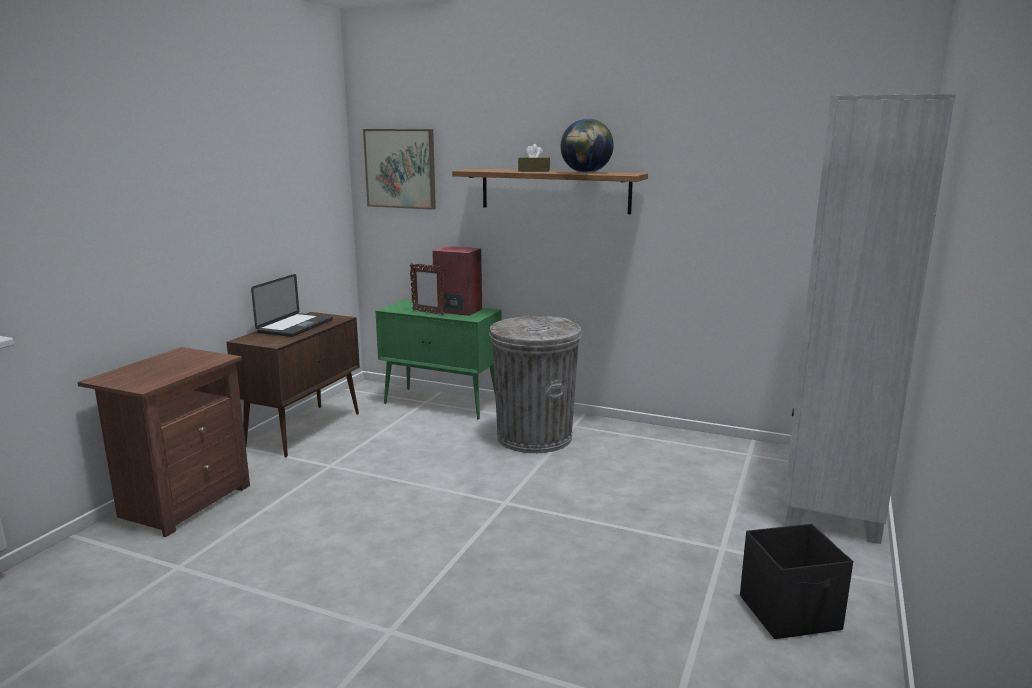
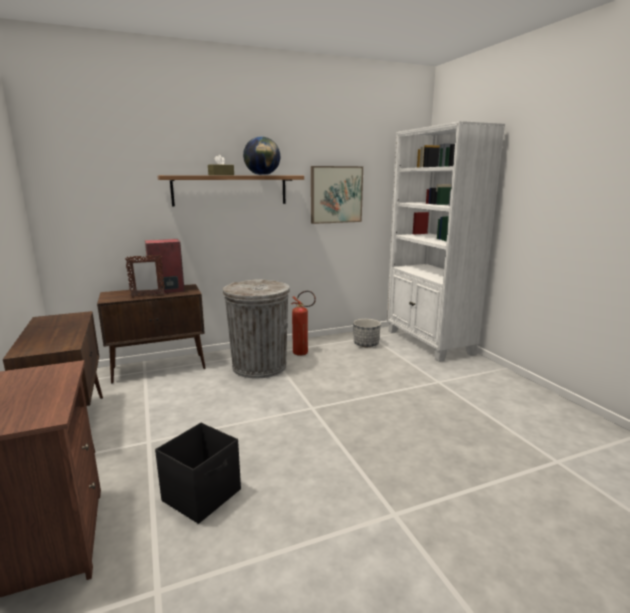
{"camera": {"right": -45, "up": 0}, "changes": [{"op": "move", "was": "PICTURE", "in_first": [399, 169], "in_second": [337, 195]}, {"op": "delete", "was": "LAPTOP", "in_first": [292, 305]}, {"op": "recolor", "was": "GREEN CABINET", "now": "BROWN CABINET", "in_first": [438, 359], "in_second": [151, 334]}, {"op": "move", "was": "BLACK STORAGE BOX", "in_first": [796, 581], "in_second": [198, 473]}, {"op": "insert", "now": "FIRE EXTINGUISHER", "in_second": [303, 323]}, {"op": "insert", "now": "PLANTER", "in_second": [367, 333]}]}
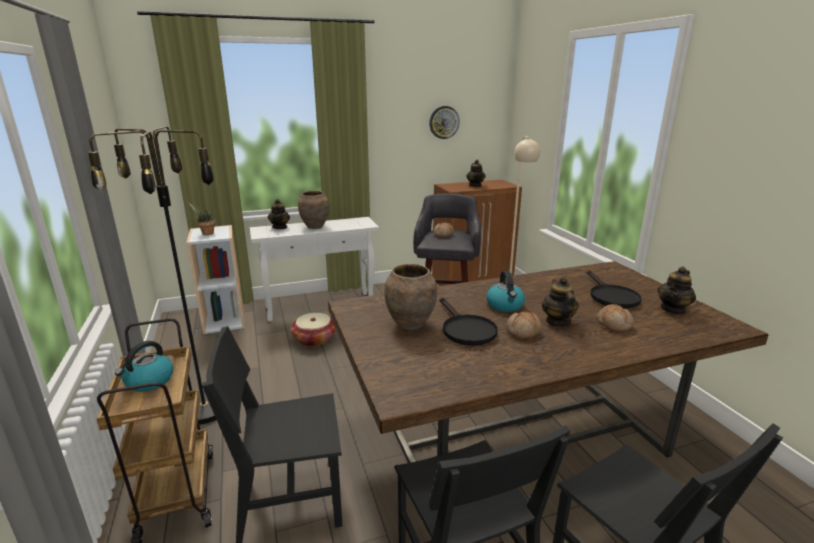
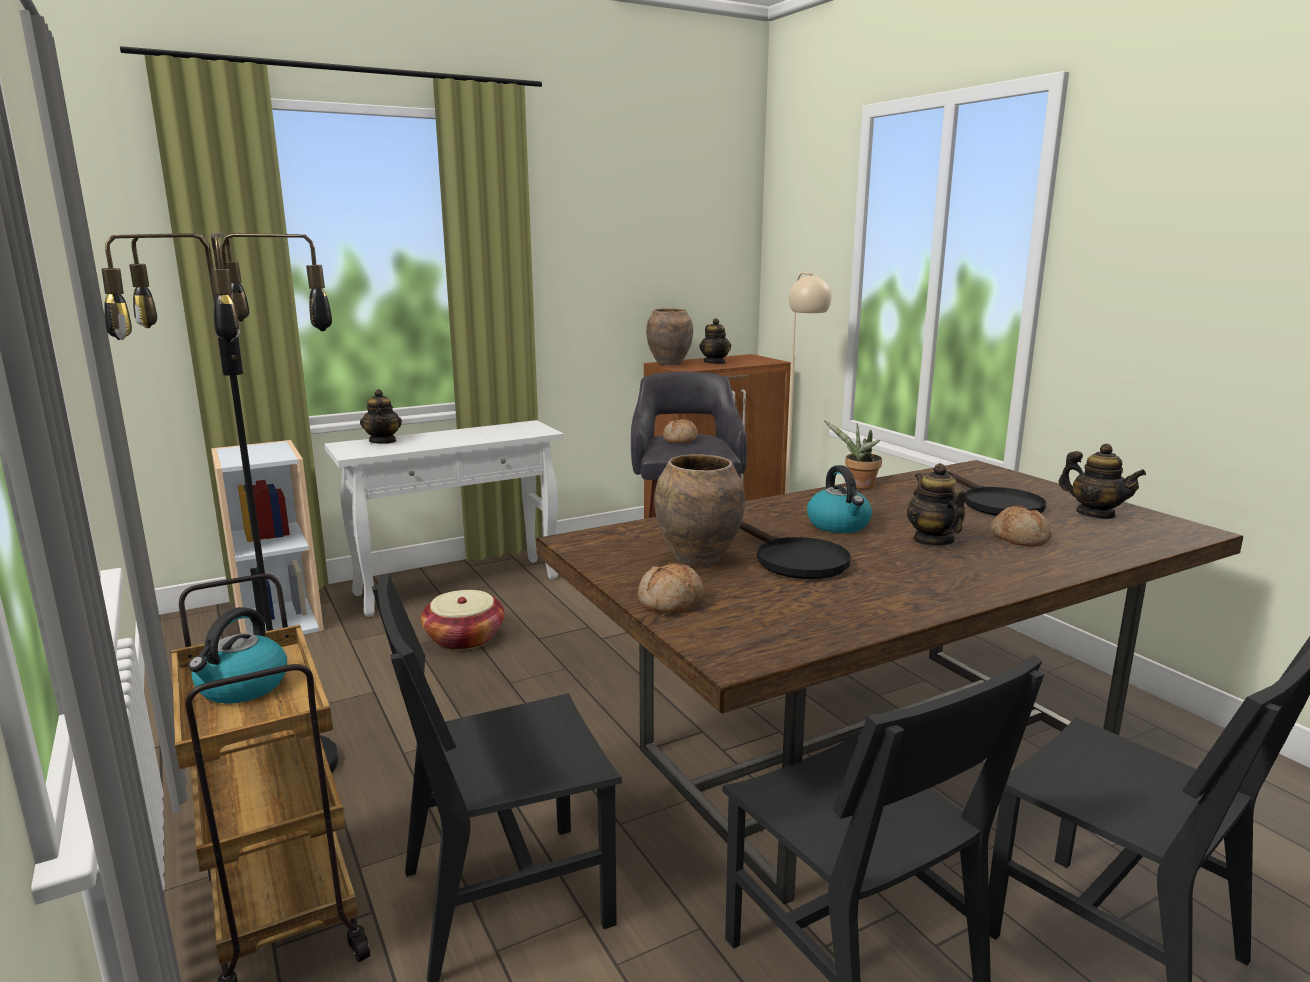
{"camera": {"right": -10, "up": -5}, "changes": [{"op": "delete", "was": "WALL CLOCK", "in_first": [444, 122]}, {"op": "move", "was": "BROWN VASE", "in_first": [313, 210], "in_second": [669, 336]}, {"op": "move", "was": "POTTED PLANT", "in_first": [201, 218], "in_second": [853, 455]}, {"op": "rotate", "was": "TEAPOT", "in_first": [677, 290], "in_second": [1102, 481], "clockwise": -75}, {"op": "move", "was": "BREAD", "in_first": [524, 325], "in_second": [671, 588]}]}
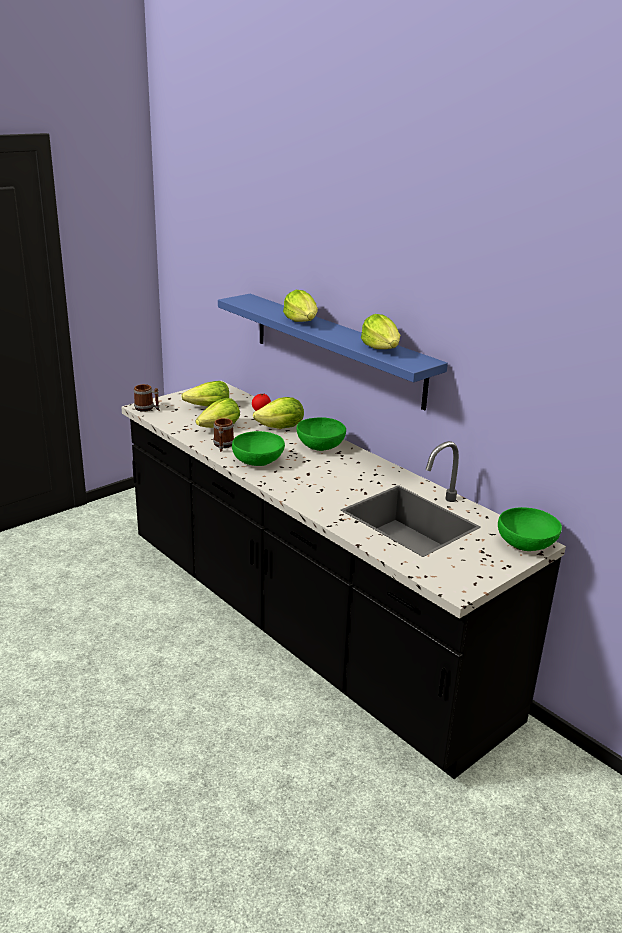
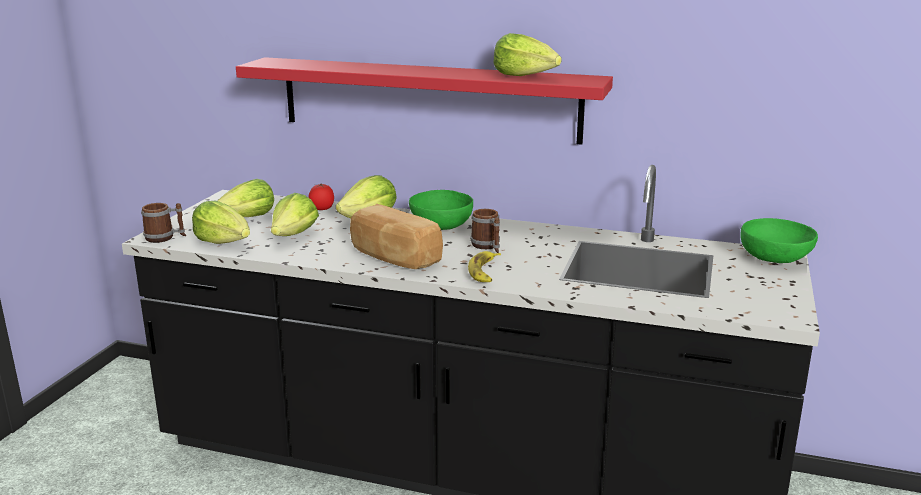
{"camera": {"right": -30, "up": -5}, "changes": [{"op": "move", "was": "LETTUCE", "in_first": [300, 306], "in_second": [221, 222]}, {"op": "recolor", "was": "BLUE SHELF", "now": "RED SHELF", "in_first": [333, 352], "in_second": [424, 101]}, {"op": "move", "was": "MUG", "in_first": [223, 435], "in_second": [485, 231]}, {"op": "replace", "was": "GREEN BOWL", "now": "BREAD", "in_first": [258, 448], "in_second": [396, 236]}, {"op": "insert", "now": "BANANA", "in_second": [484, 266]}]}
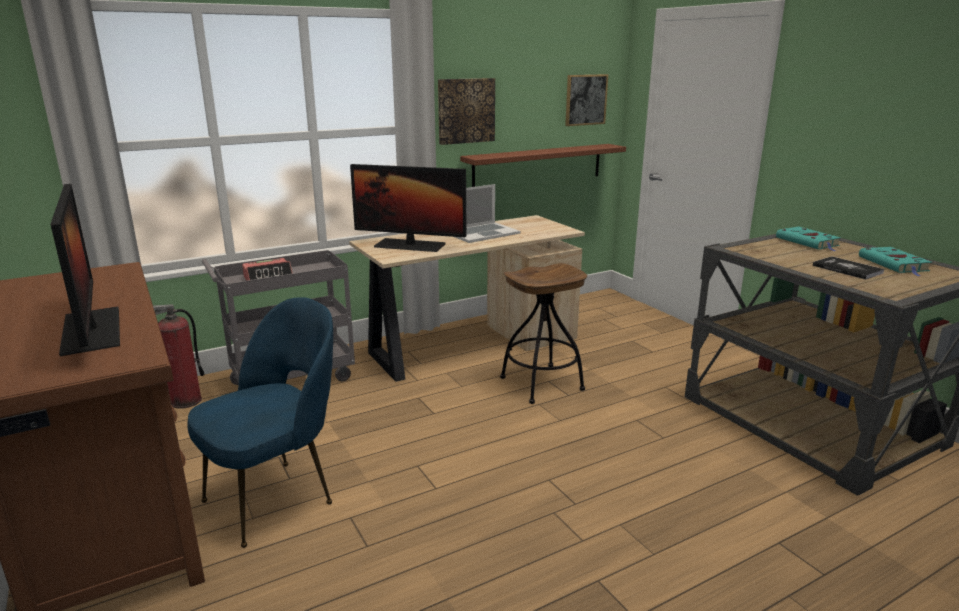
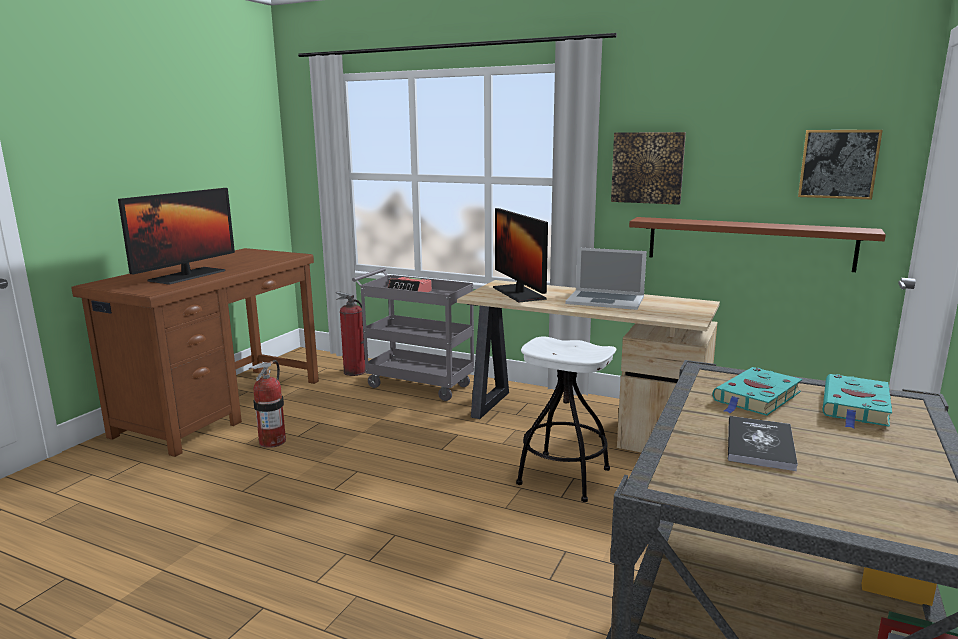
{"camera": {"right": 55, "up": -5}, "changes": [{"op": "move", "was": "TURQUOISE BOOK", "in_first": [895, 261], "in_second": [757, 391]}, {"op": "recolor", "was": "BROWN STOOL", "now": "WHITE STOOL", "in_first": [543, 333], "in_second": [566, 419]}, {"op": "replace", "was": "BLUE CHAIR", "now": "FIRE EXTINGUISHER", "in_first": [260, 422], "in_second": [267, 404]}]}
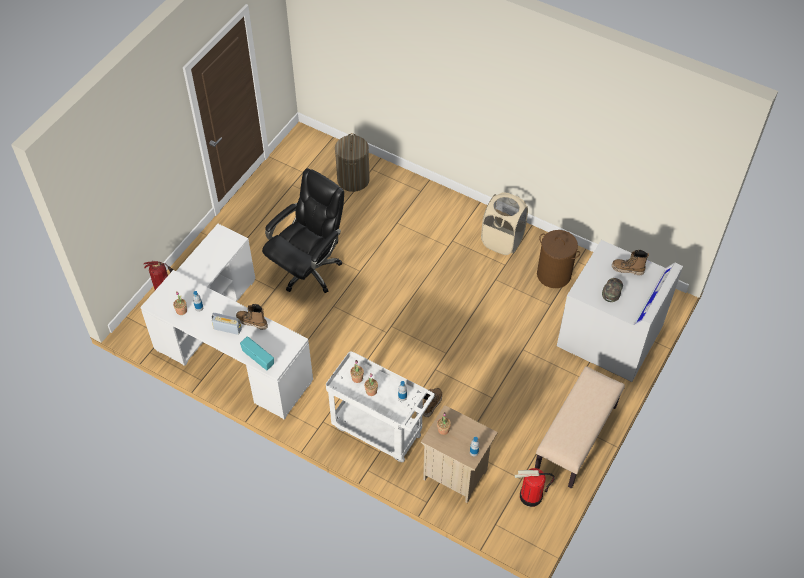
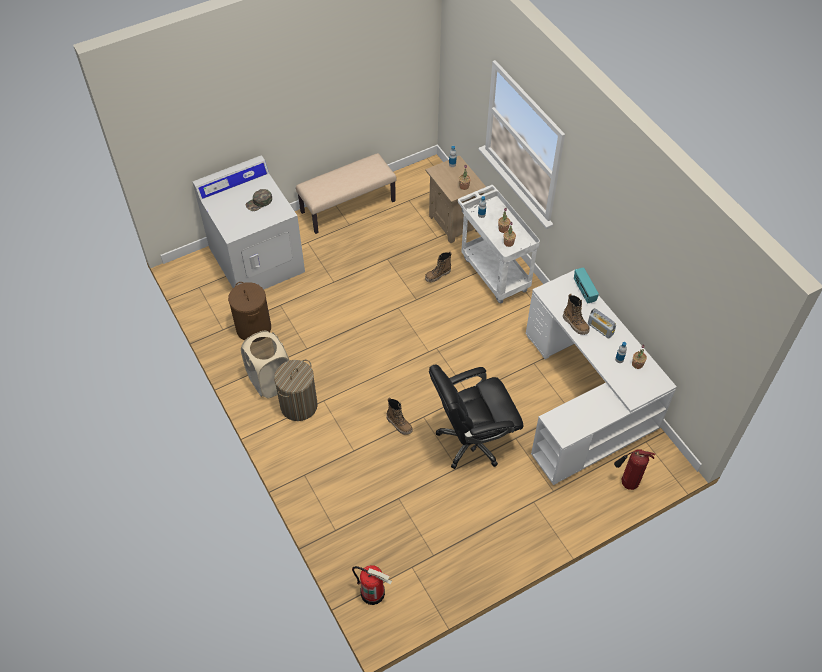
{"camera": {"right": -150, "up": 0}, "changes": [{"op": "move", "was": "LAUNDRY BASKET", "in_first": [352, 162], "in_second": [296, 390]}, {"op": "move", "was": "BOOT", "in_first": [630, 262], "in_second": [399, 416]}, {"op": "move", "was": "FIRE EXTINGUISHER", "in_first": [535, 487], "in_second": [372, 585]}]}
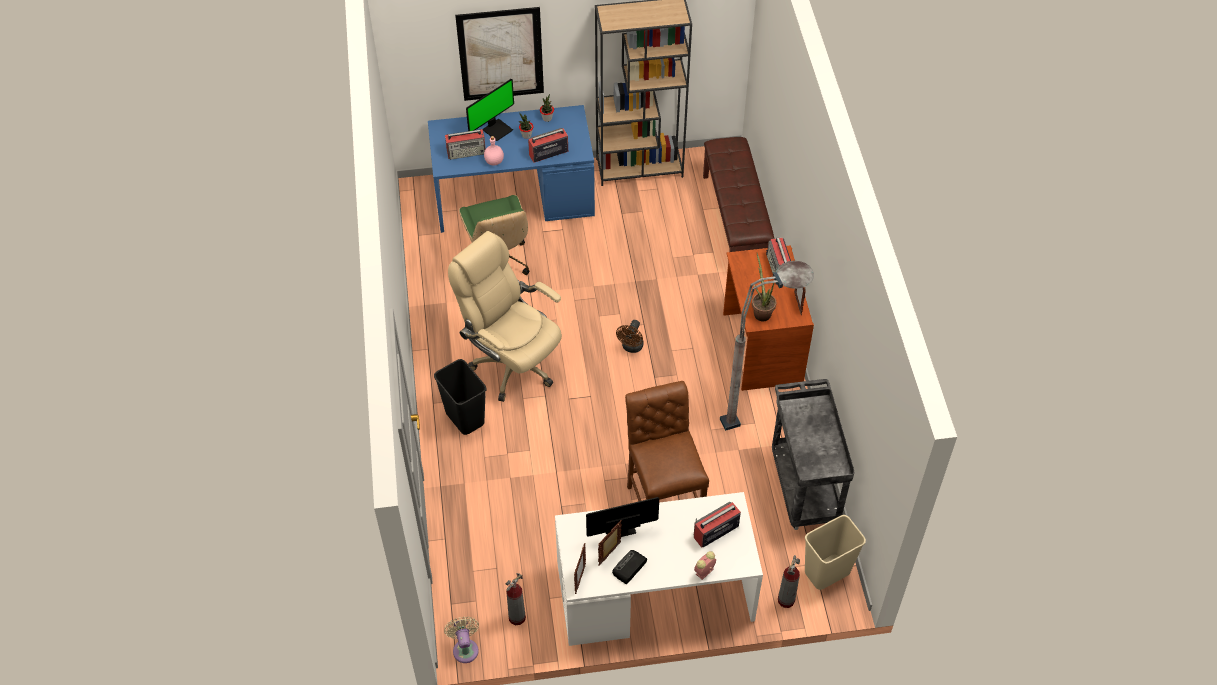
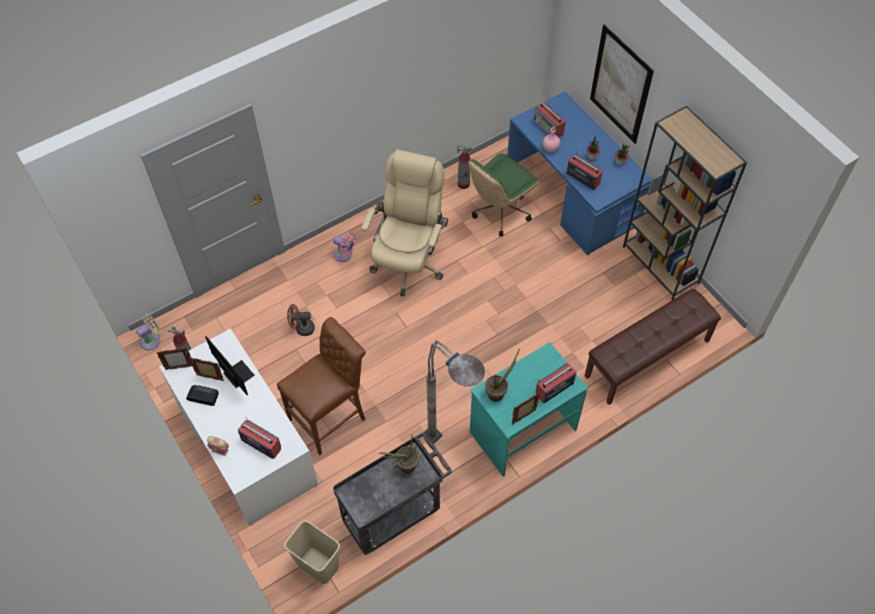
{"camera": {"right": 65, "up": 5}, "changes": [{"op": "delete", "was": "MONITOR", "in_first": [490, 110]}, {"op": "recolor", "was": "BROWN DESK", "now": "TURQUOISE DESK", "in_first": [768, 318], "in_second": [529, 409]}, {"op": "move", "was": "BROWN FAN", "in_first": [630, 336], "in_second": [301, 320]}, {"op": "replace", "was": "BLACK TRASH CAN", "now": "PINK FAN", "in_first": [460, 397], "in_second": [344, 247]}, {"op": "move", "was": "FIRE EXTINGUISHER", "in_first": [789, 581], "in_second": [464, 167]}, {"op": "insert", "now": "POTTED PLANT", "in_second": [398, 454]}]}
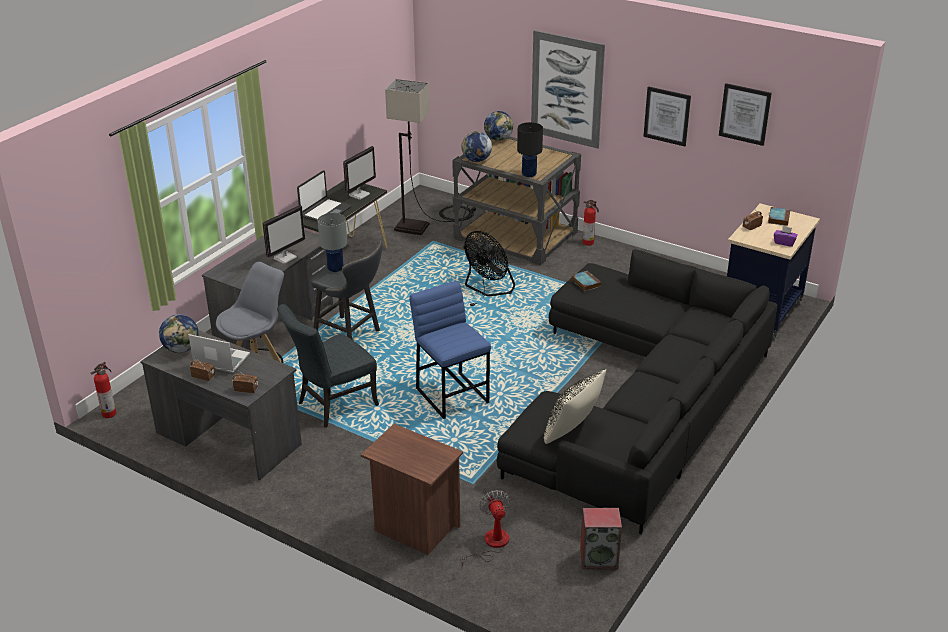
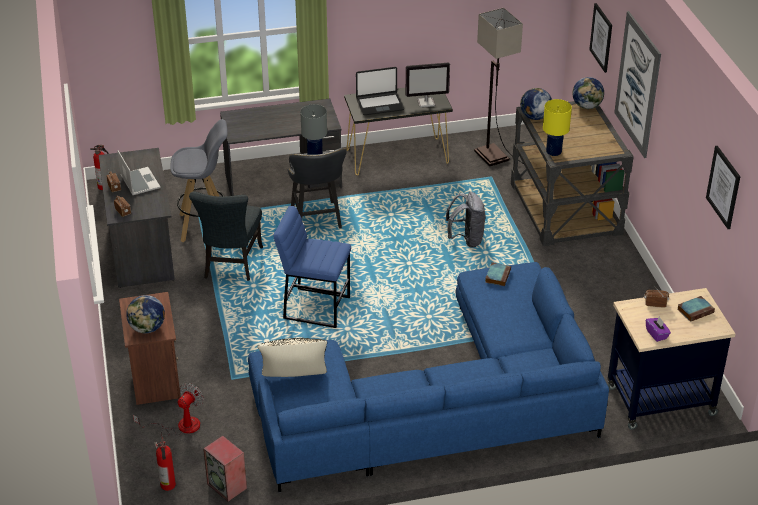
{"camera": {"right": 45, "up": 5}, "changes": [{"op": "move", "was": "PICTURE", "in_first": [667, 116], "in_second": [600, 38]}, {"op": "recolor", "was": "BLACK TABLE LAMP", "now": "YELLOW TABLE LAMP", "in_first": [530, 149], "in_second": [557, 127]}, {"op": "move", "was": "FIRE EXTINGUISHER", "in_first": [591, 223], "in_second": [165, 463]}, {"op": "delete", "was": "MONITOR", "in_first": [284, 234]}, {"op": "replace", "was": "BLACK FAN", "now": "GREY BACKPACK", "in_first": [489, 268], "in_second": [466, 220]}, {"op": "recolor", "was": "BLACK SOFA", "now": "BLUE SOFA", "in_first": [636, 392], "in_second": [428, 377]}, {"op": "rotate", "was": "BLUE CHAIR", "in_first": [450, 350], "in_second": [312, 267], "clockwise": -90}, {"op": "rotate", "was": "GREY CHAIR", "in_first": [328, 366], "in_second": [226, 236], "clockwise": -90}, {"op": "move", "was": "GLOBE", "in_first": [179, 333], "in_second": [145, 314]}]}
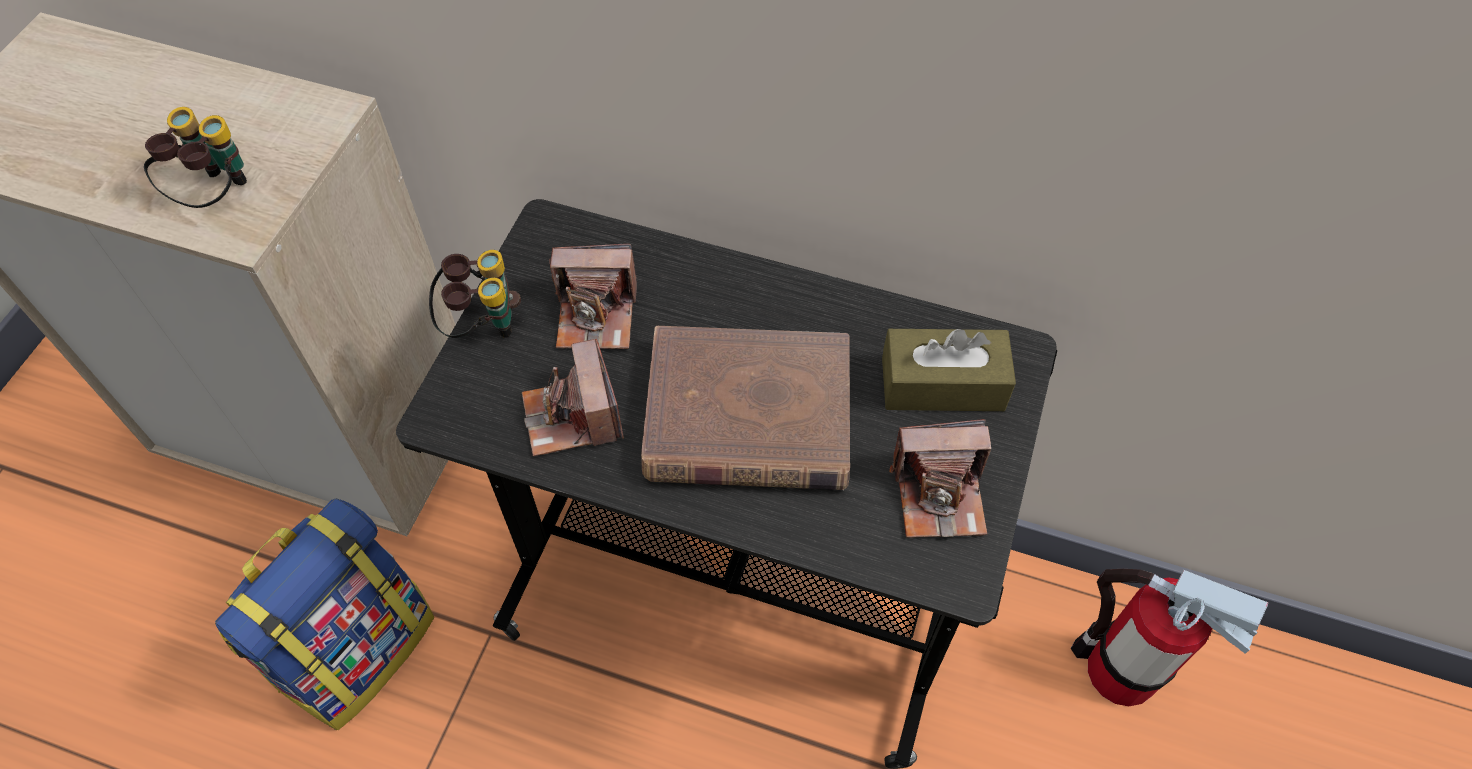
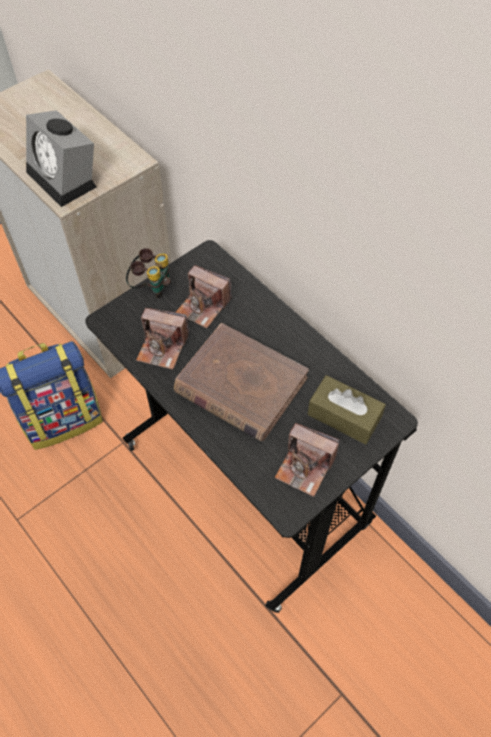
{"camera": {"right": 30, "up": 0}, "changes": [{"op": "replace", "was": "BINOCULARS", "now": "ALARM CLOCK", "in_first": [195, 157], "in_second": [61, 158]}, {"op": "rotate", "was": "PHOTO CAMERA", "in_first": [573, 397], "in_second": [162, 339], "clockwise": -90}, {"op": "delete", "was": "FIRE EXTINGUISHER", "in_first": [1169, 637]}]}
